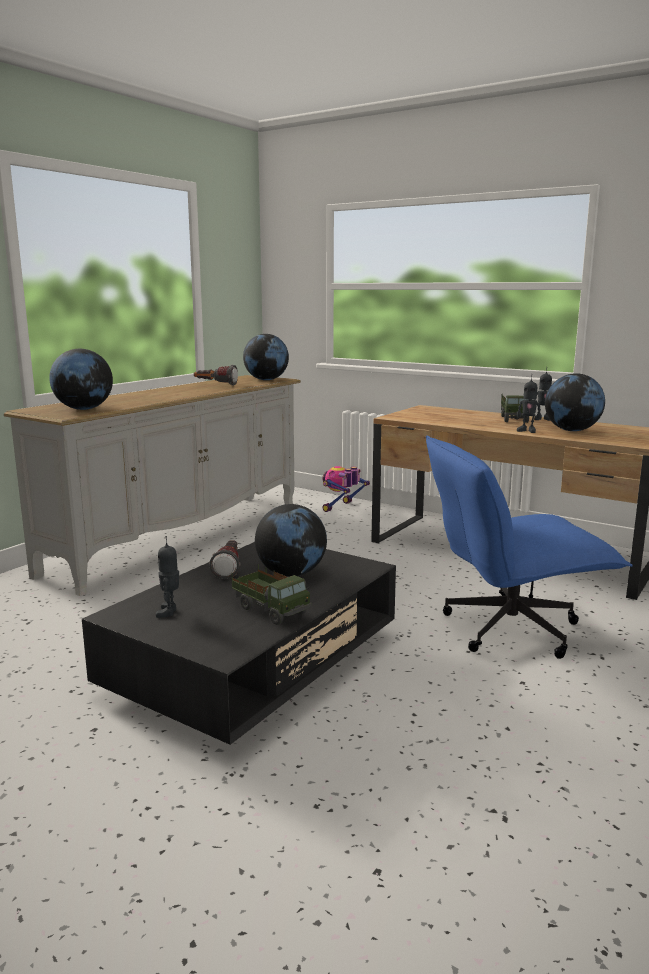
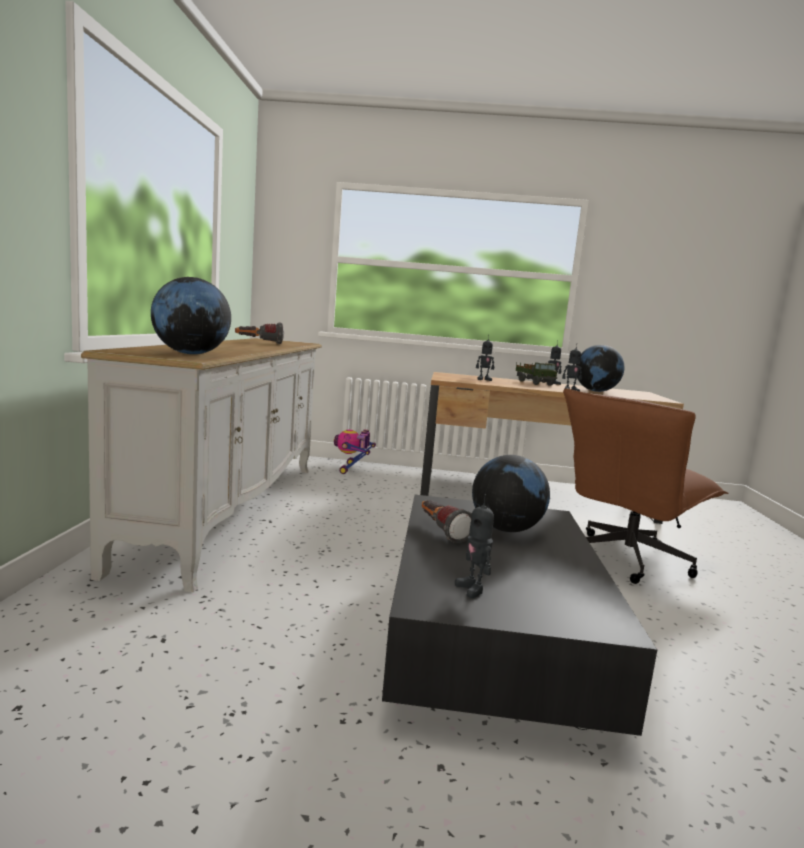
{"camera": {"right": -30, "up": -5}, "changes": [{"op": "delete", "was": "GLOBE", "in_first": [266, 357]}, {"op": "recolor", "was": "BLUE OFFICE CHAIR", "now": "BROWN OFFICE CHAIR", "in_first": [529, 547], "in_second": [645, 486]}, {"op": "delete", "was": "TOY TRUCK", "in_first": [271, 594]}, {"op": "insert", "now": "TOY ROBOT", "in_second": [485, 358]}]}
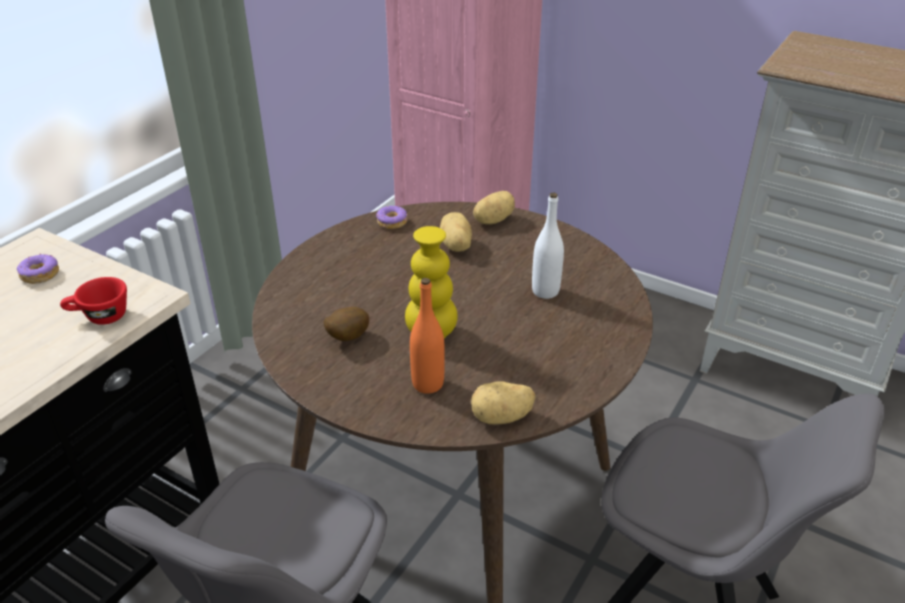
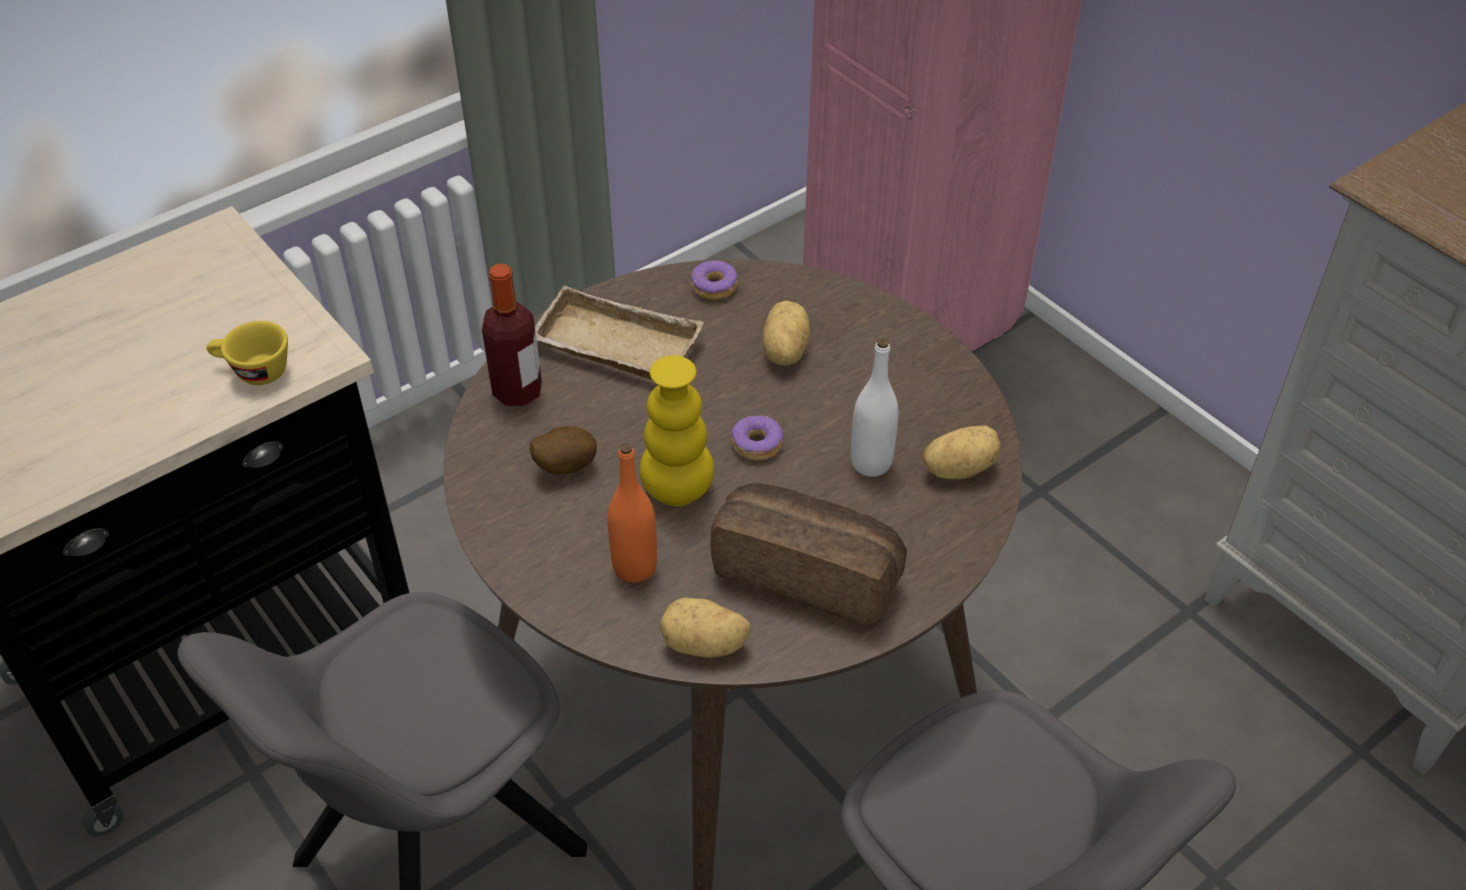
{"camera": {"right": 20, "up": 10}, "changes": [{"op": "move", "was": "POTATO", "in_first": [494, 208], "in_second": [961, 452]}, {"op": "move", "was": "DONUT", "in_first": [38, 268], "in_second": [756, 438]}, {"op": "recolor", "was": "RED CUP", "now": "YELLOW CUP", "in_first": [93, 301], "in_second": [247, 353]}, {"op": "insert", "now": "BOTTLE", "in_second": [512, 335]}, {"op": "insert", "now": "BEIGE TRAY", "in_second": [619, 333]}, {"op": "insert", "now": "BREAD", "in_second": [808, 554]}]}
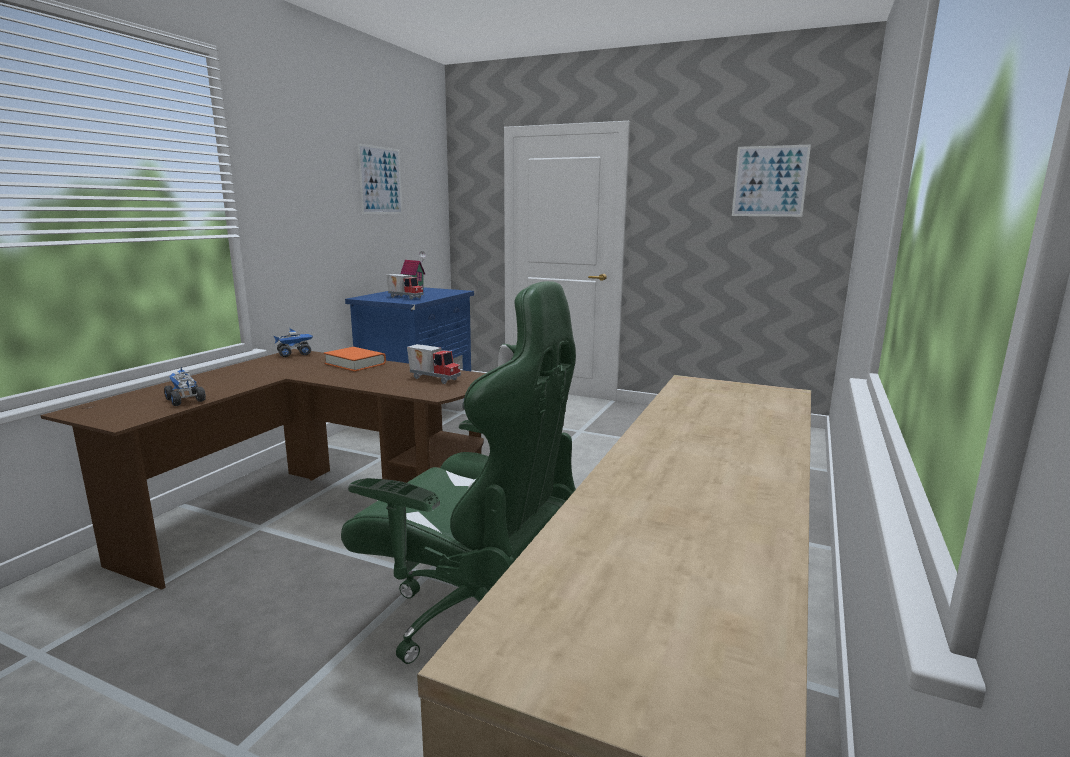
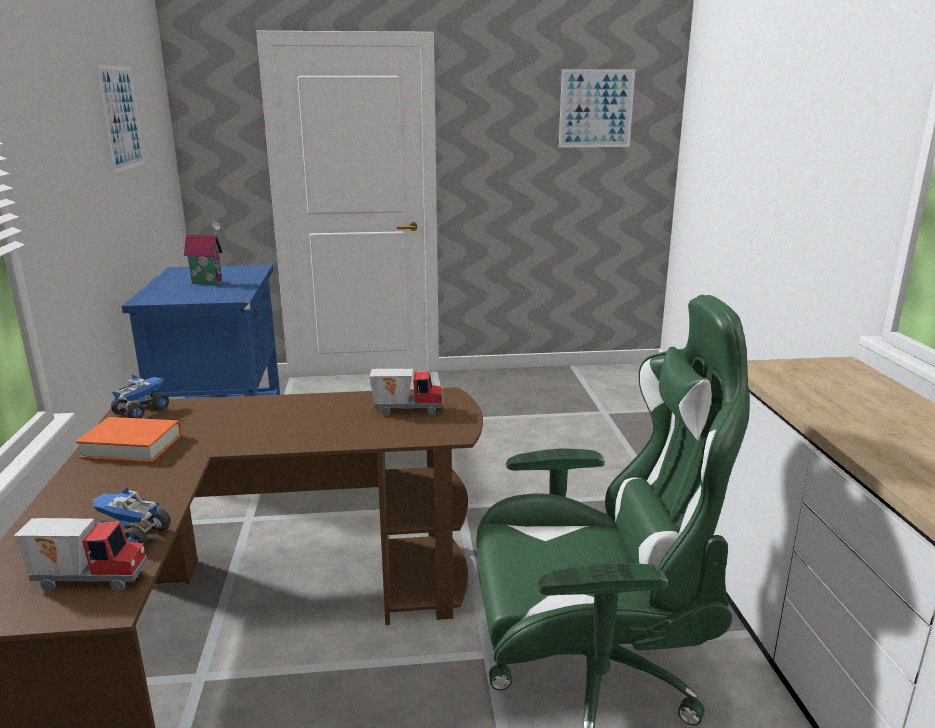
{"camera": {"right": -30, "up": 5}, "changes": [{"op": "move", "was": "TOY TRUCK", "in_first": [404, 287], "in_second": [81, 555]}, {"op": "move", "was": "ORANGE BOOK", "in_first": [355, 359], "in_second": [128, 439]}]}
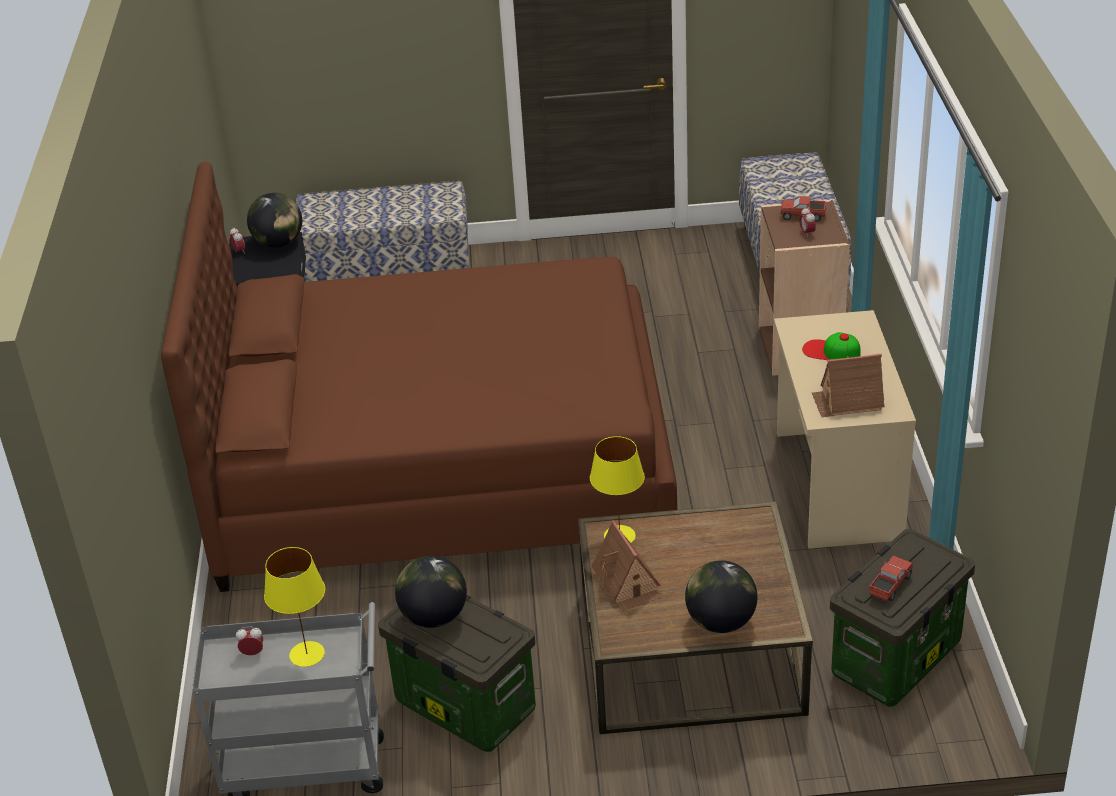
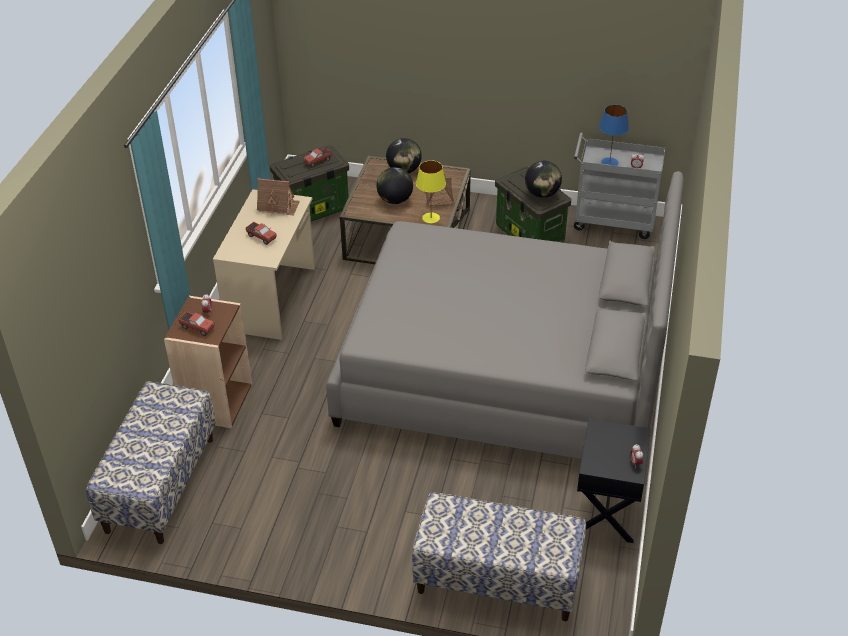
{"camera": {"right": -165, "up": 5}, "changes": [{"op": "recolor", "was": "BROWN BED", "now": "GREY BED", "in_first": [419, 377], "in_second": [505, 315]}, {"op": "move", "was": "GLOBE", "in_first": [274, 220], "in_second": [394, 185]}, {"op": "replace", "was": "CAP", "now": "TOY TRUCK", "in_first": [831, 346], "in_second": [261, 233]}, {"op": "recolor", "was": "YELLOW TABLE LAMP", "now": "BLUE TABLE LAMP", "in_first": [294, 607], "in_second": [614, 135]}]}
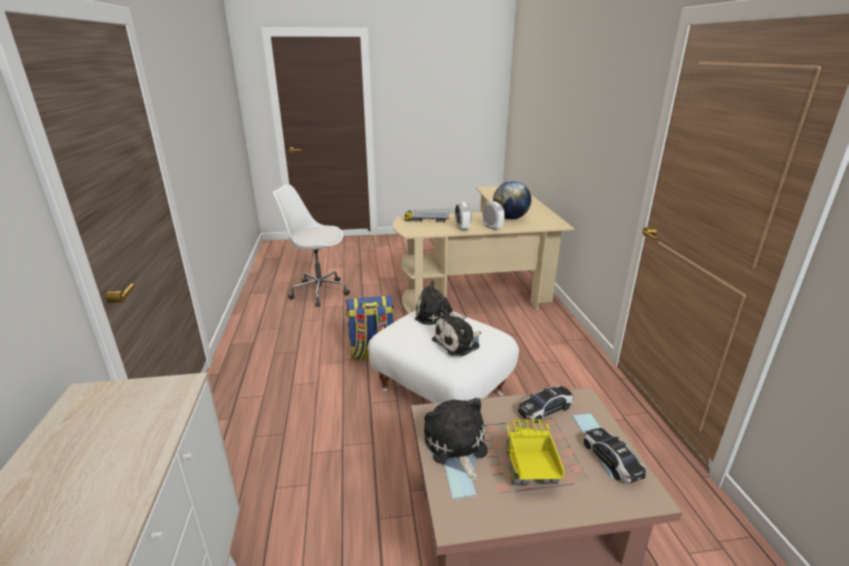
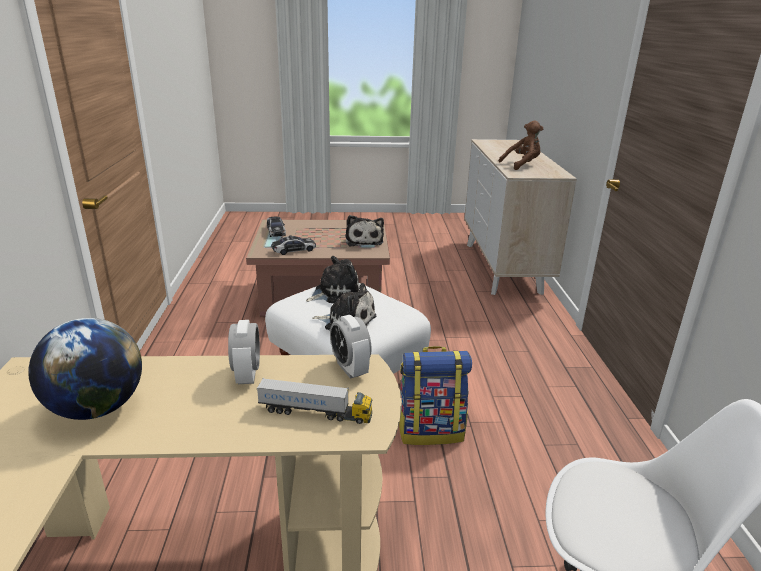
{"camera": {"right": -175, "up": 0}, "changes": [{"op": "move", "was": "ALARM CLOCK", "in_first": [493, 215], "in_second": [351, 347]}, {"op": "delete", "was": "TOY TRUCK", "in_first": [535, 452]}, {"op": "insert", "now": "BROWN PLUSH TOY", "in_second": [521, 145]}]}
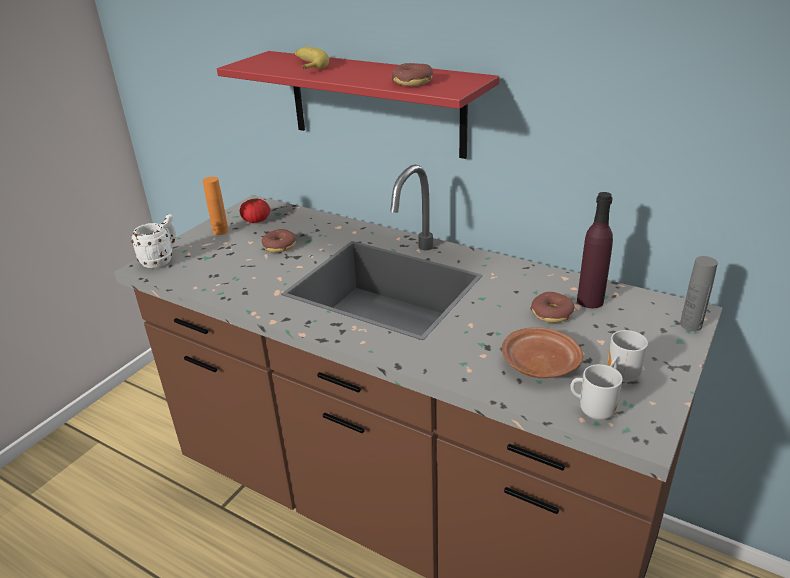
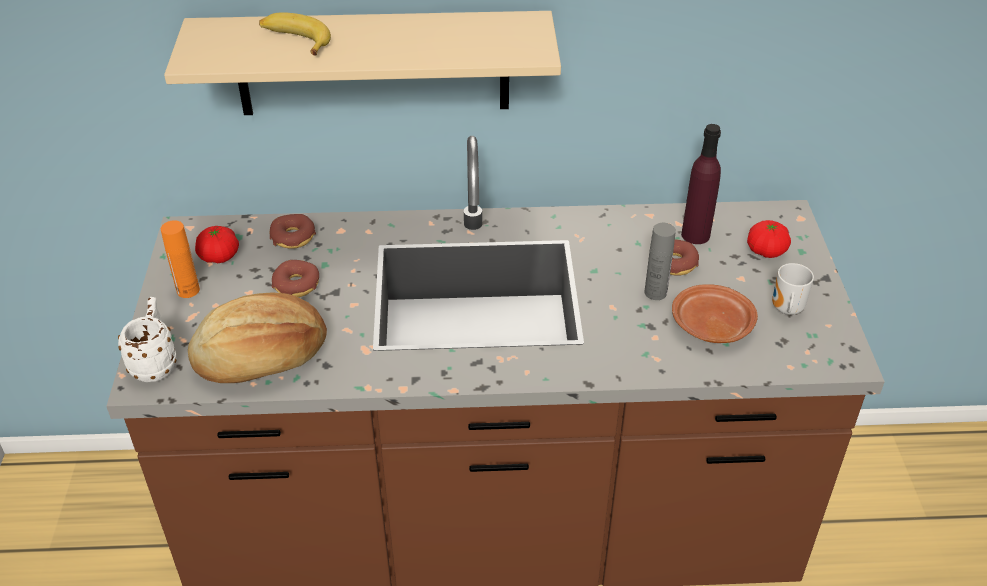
{"camera": {"right": -35, "up": 10}, "changes": [{"op": "recolor", "was": "RED SHELF", "now": "BEIGE SHELF", "in_first": [358, 105], "in_second": [362, 63]}, {"op": "move", "was": "DONUT", "in_first": [412, 74], "in_second": [293, 231]}, {"op": "move", "was": "GREY BOTTLE", "in_first": [699, 293], "in_second": [660, 261]}, {"op": "delete", "was": "MUG", "in_first": [596, 392]}, {"op": "insert", "now": "TOMATO", "in_second": [769, 239]}, {"op": "insert", "now": "BREAD", "in_second": [257, 337]}]}
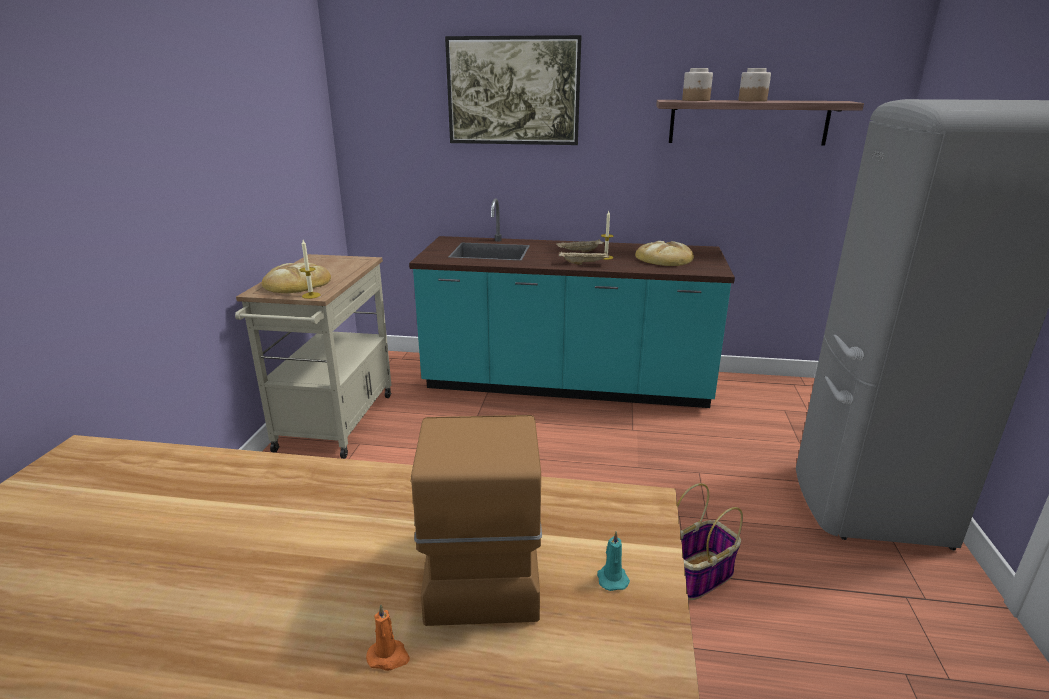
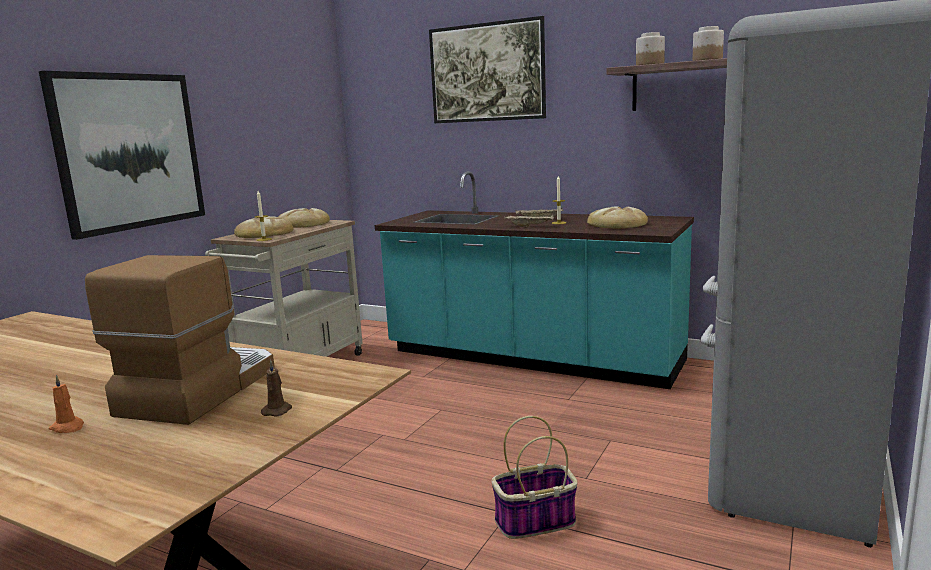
{"camera": {"right": 20, "up": -10}, "changes": [{"op": "recolor", "was": "TURQUOISE CANDLE", "now": "BROWN CANDLE", "in_first": [613, 561], "in_second": [276, 388]}, {"op": "insert", "now": "PICTURE", "in_second": [122, 155]}, {"op": "insert", "now": "BREAD", "in_second": [304, 218]}]}
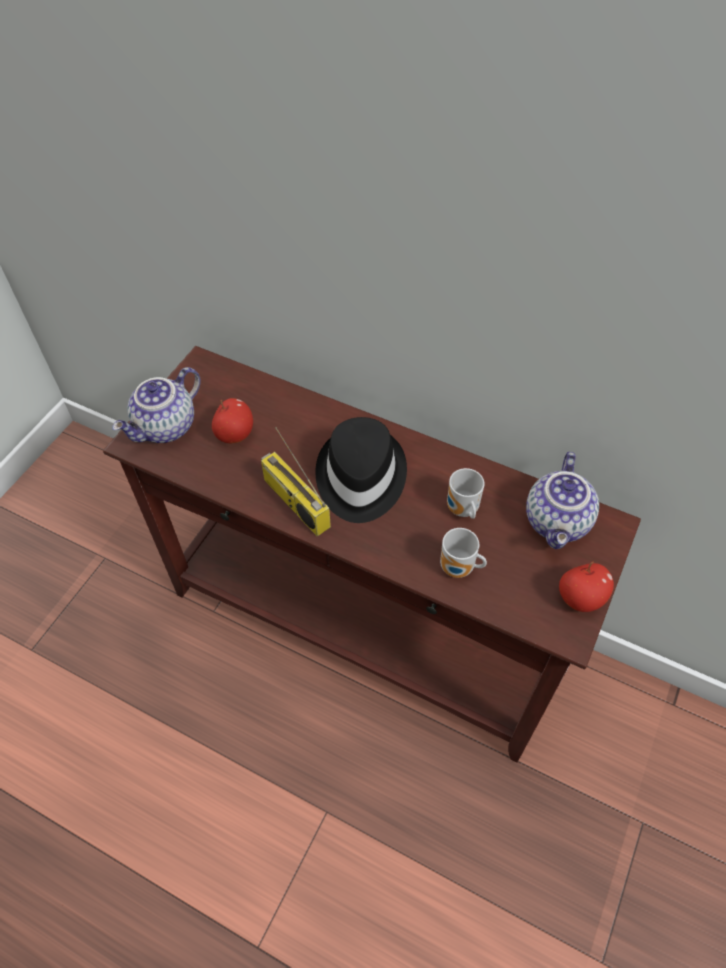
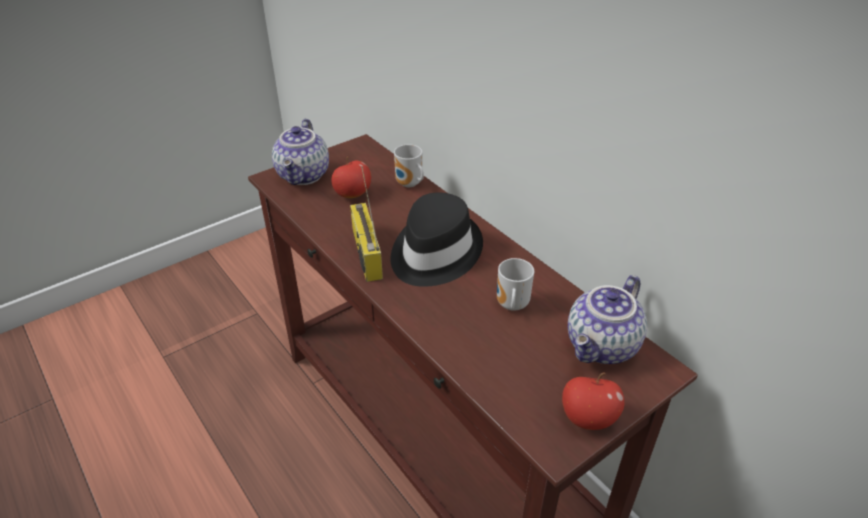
{"camera": {"right": 25, "up": -15}, "changes": [{"op": "rotate", "was": "TEAPOT", "in_first": [156, 405], "in_second": [300, 152], "clockwise": -60}, {"op": "move", "was": "MUG", "in_first": [463, 553], "in_second": [409, 165]}]}
